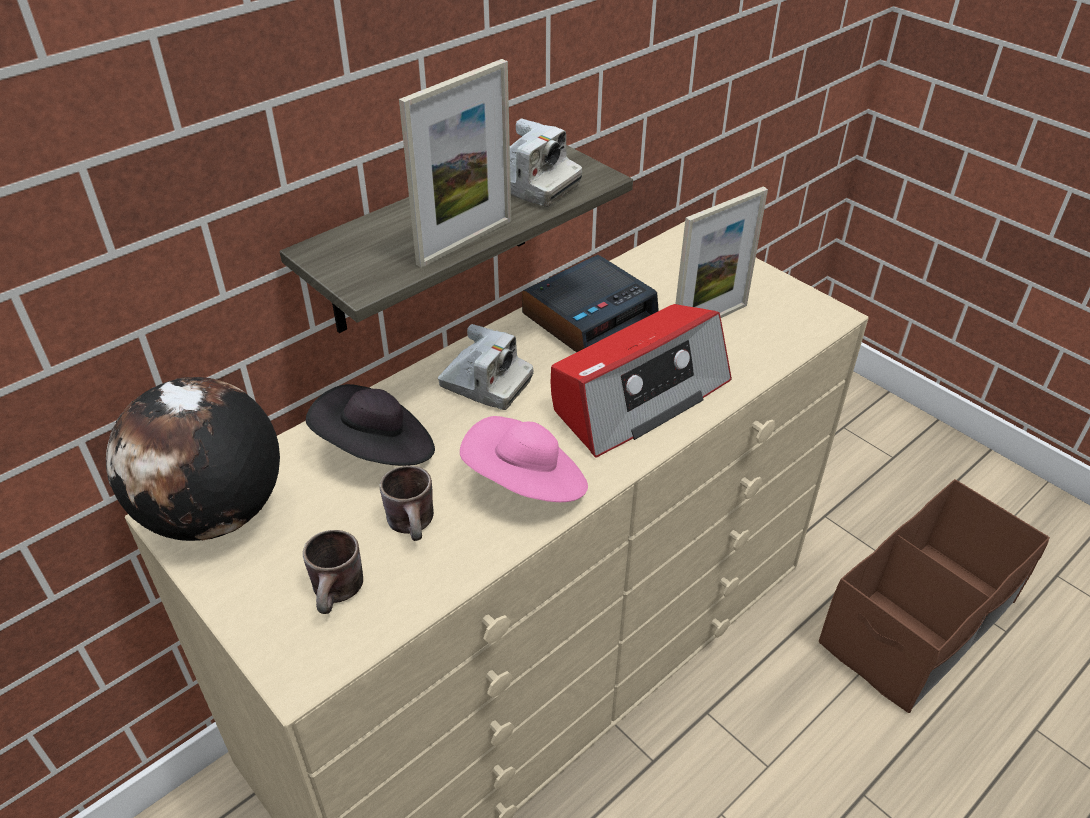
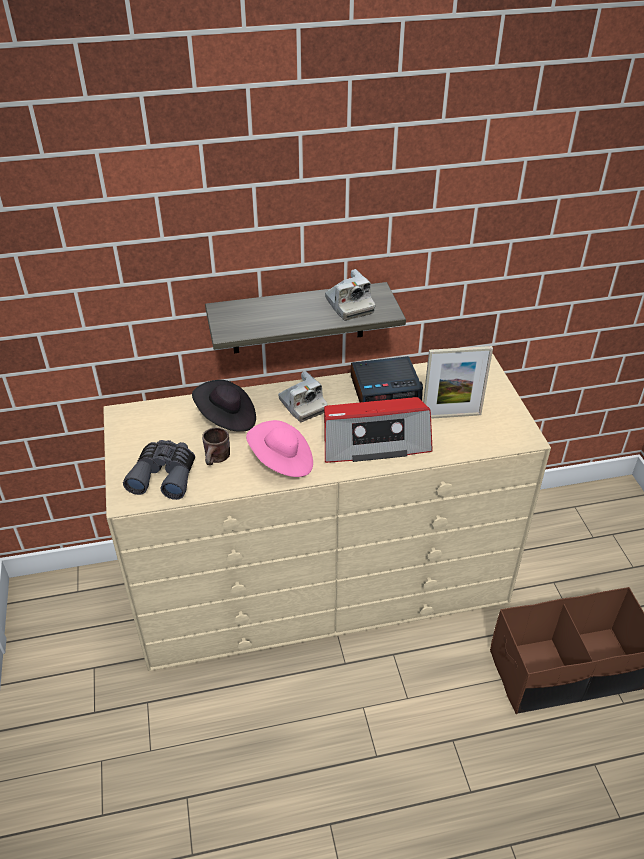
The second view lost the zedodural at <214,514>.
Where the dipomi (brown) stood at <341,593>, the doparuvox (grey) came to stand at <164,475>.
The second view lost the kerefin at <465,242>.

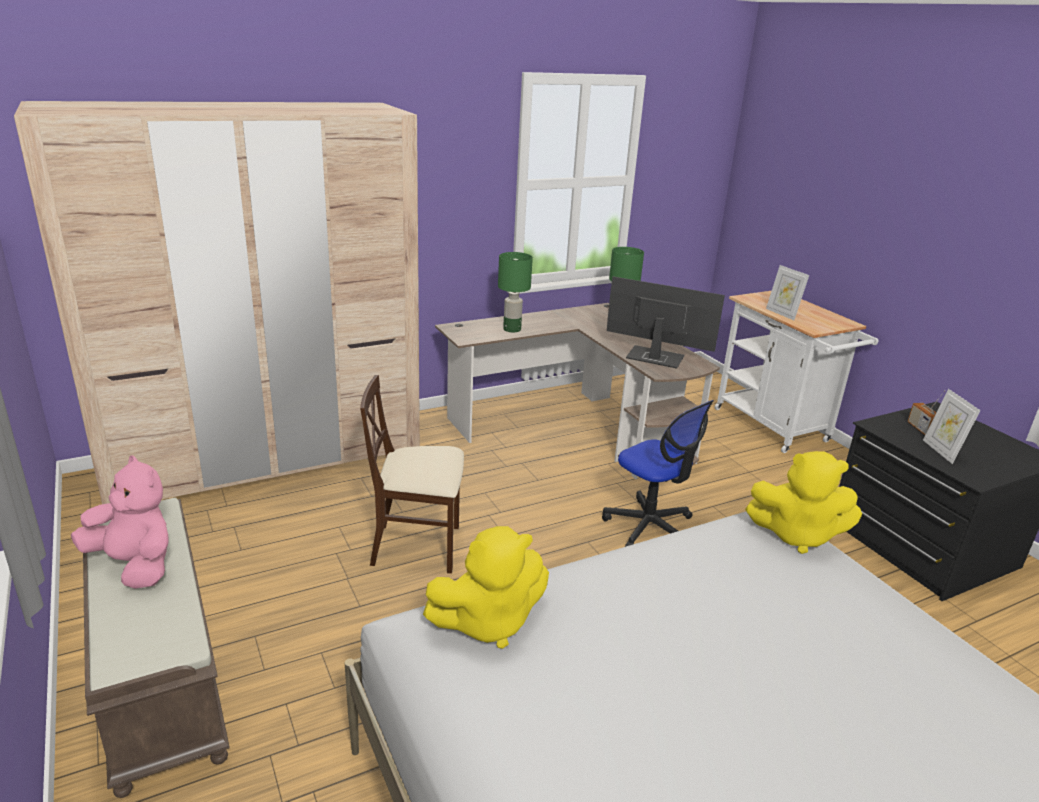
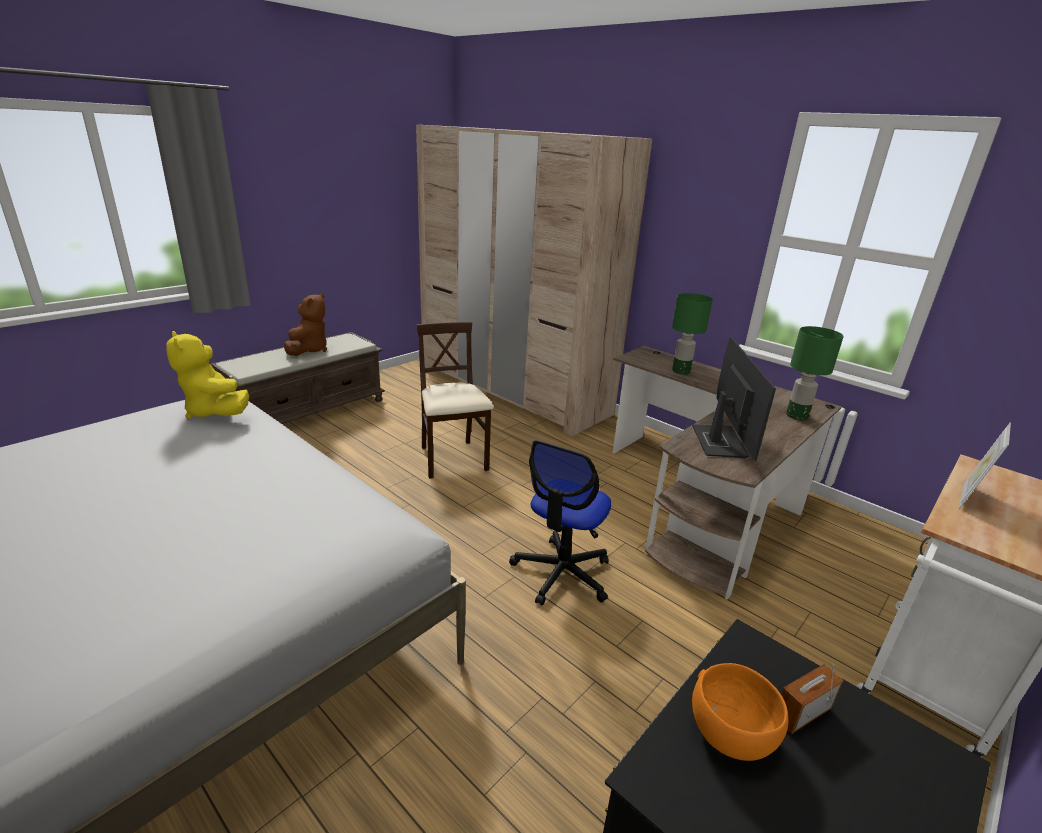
What was the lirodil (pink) at <135,565> turned into the lirodil (brown) at <309,350>.
The second view lost the lirodil (yellow) at <796,535>.
Where the kerefin stood at <941,451>, the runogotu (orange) came to stand at <730,735>.

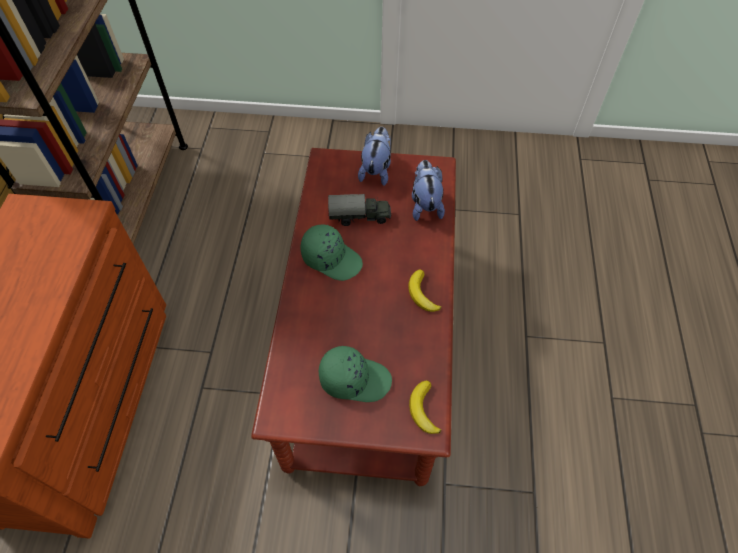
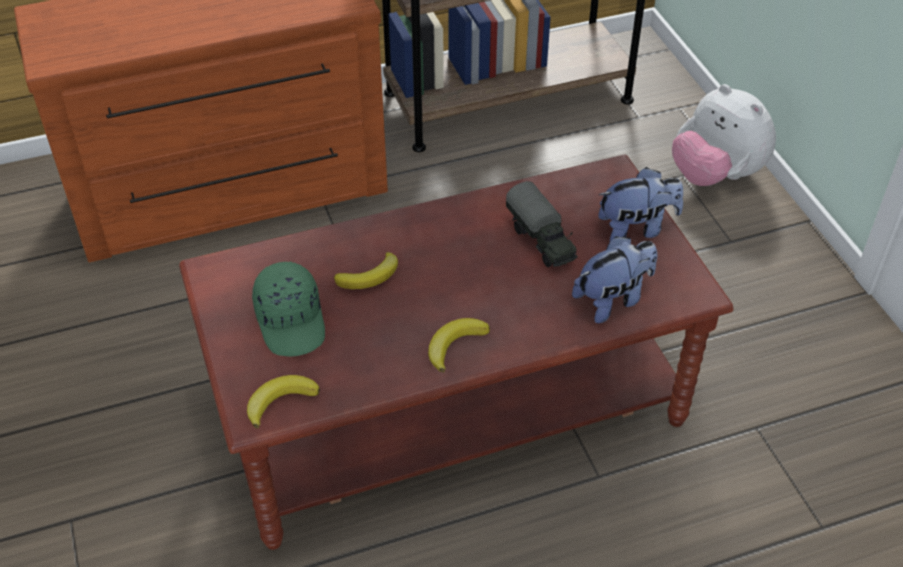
The second view lost the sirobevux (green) at <332,258>.
The second view gained the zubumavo at <370,276>.
The second view gained the lirodil at <715,175>.

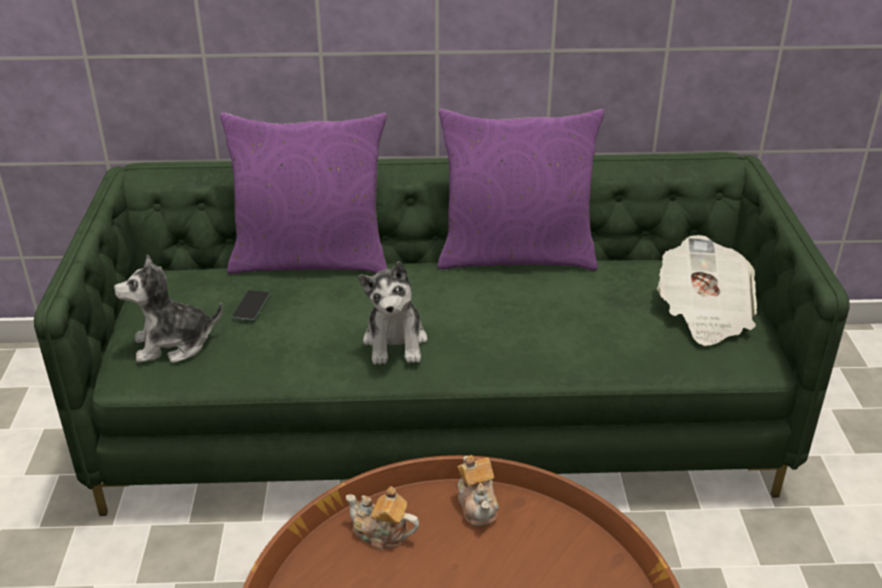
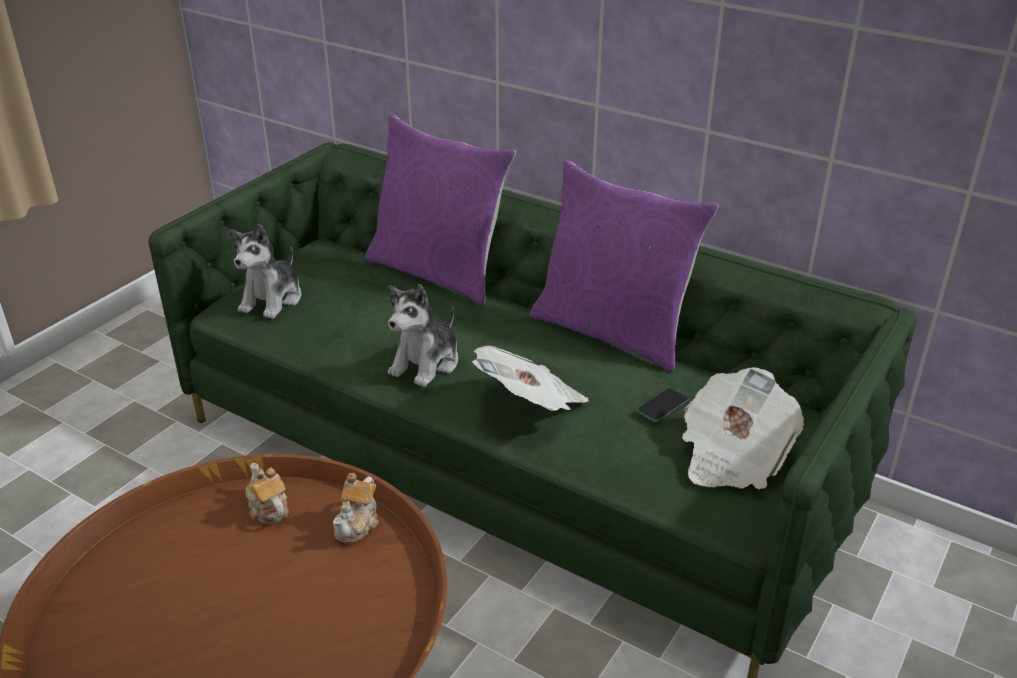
The lirodil at <173,344> ended up facing another way, 90 degrees counterclockwise from before.
The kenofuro ended up elsewhere, having gone from <251,306> to <662,406>.
The second view gained the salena at <530,403>.

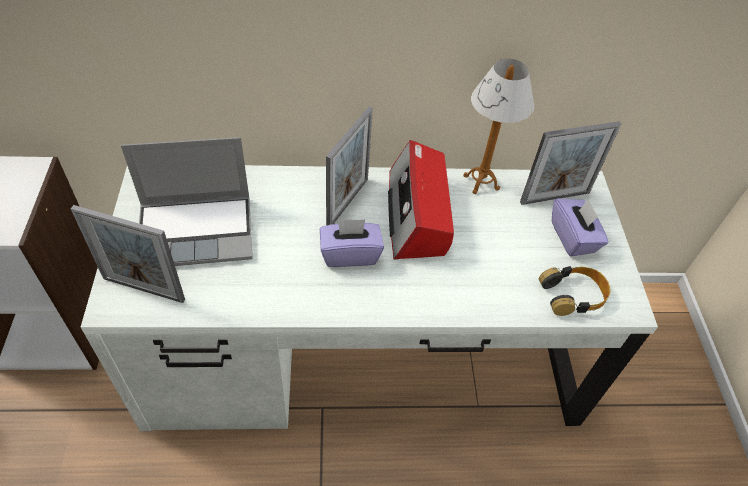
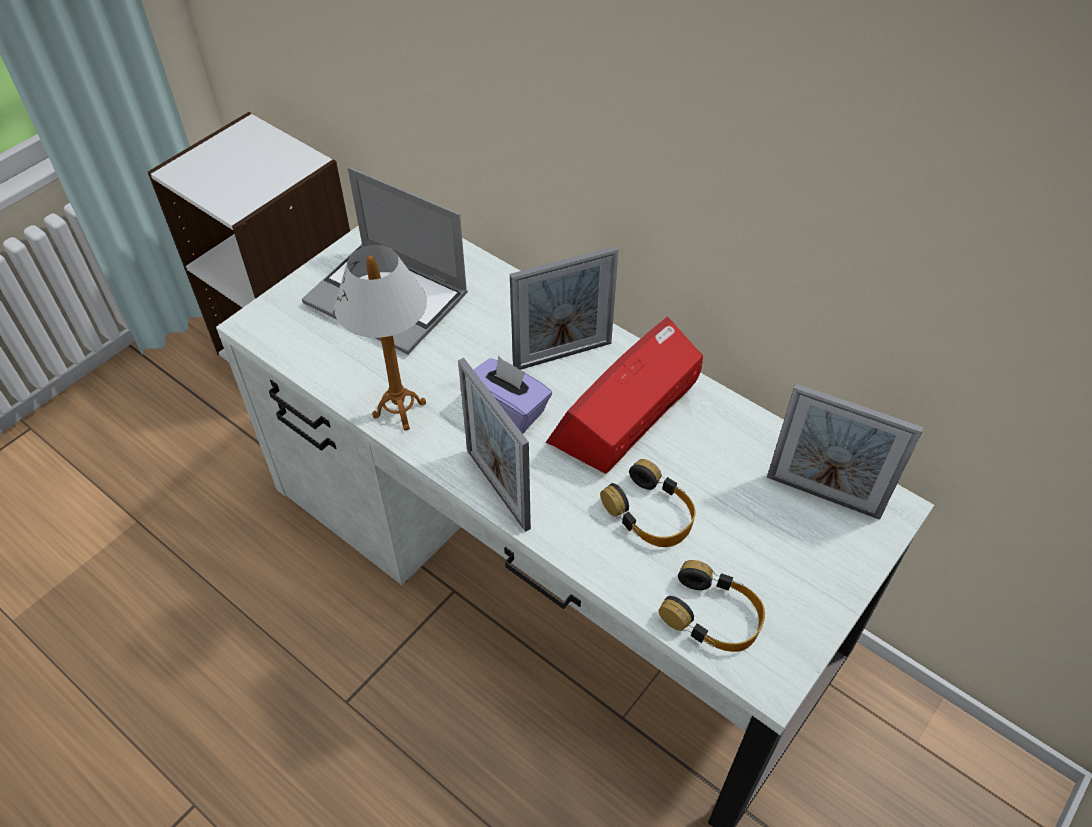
The kerefin ended up elsewhere, having gone from <144,289> to <497,489>.
The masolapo ended up elsewhere, having gone from <481,182> to <400,410>.
The second view lost the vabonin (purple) at <573,237>.
The second view gained the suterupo at <650,513>.

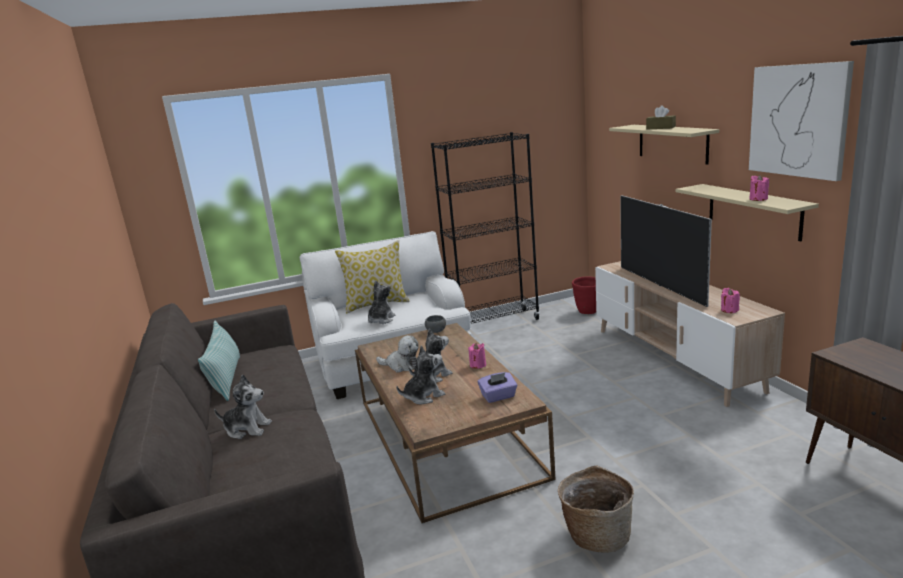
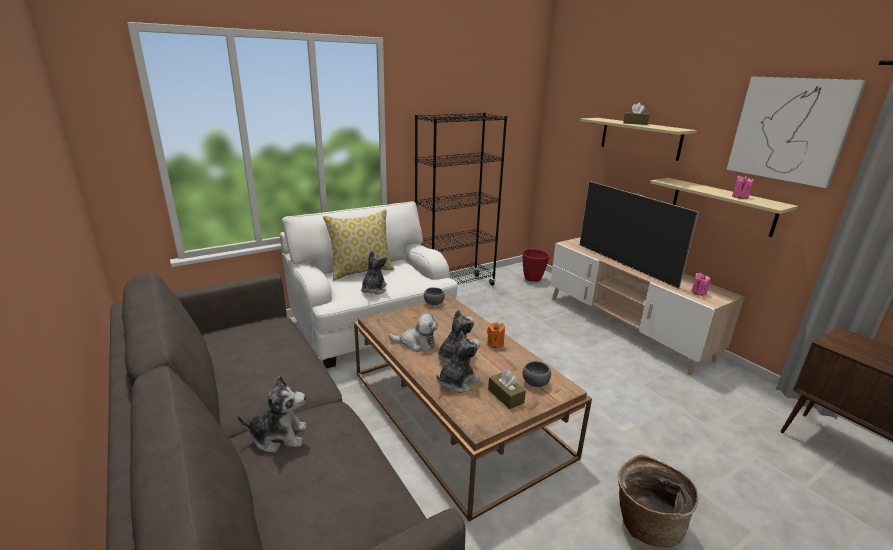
The second view lost the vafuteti at <226,379>.
What was the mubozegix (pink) at <478,365> turned into the mubozegix (orange) at <495,344>.
Where the vabonin (purple) stood at <498,396>, the runogotu (grey) came to stand at <535,382>.
The second view gained the vabonin (brown) at <505,396>.

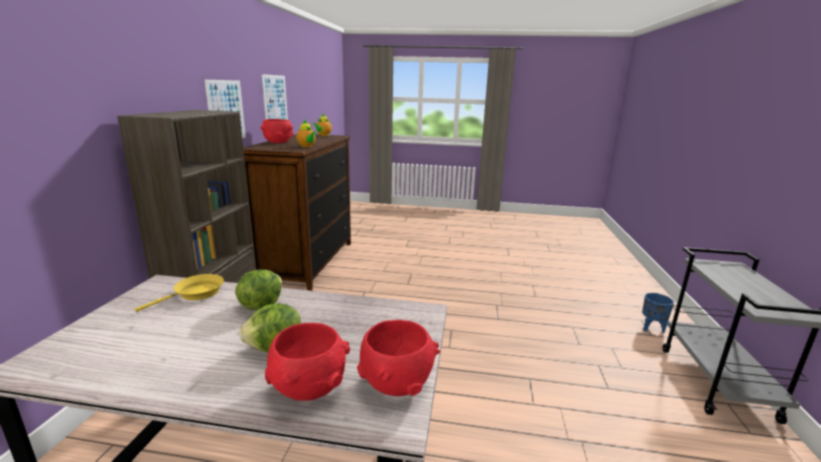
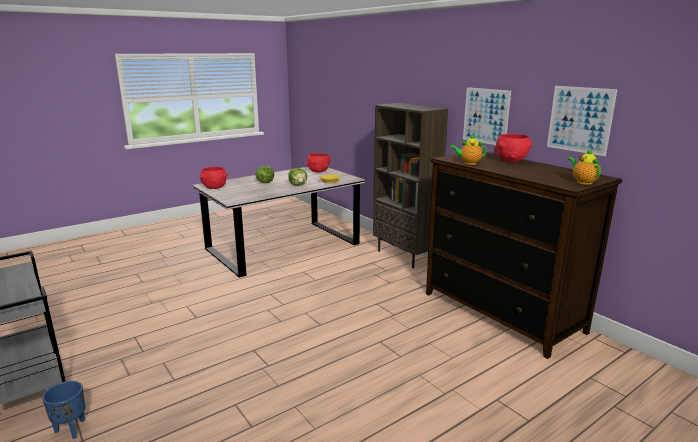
The runogotu (red) ended up elsewhere, having gone from <309,388> to <318,171>.

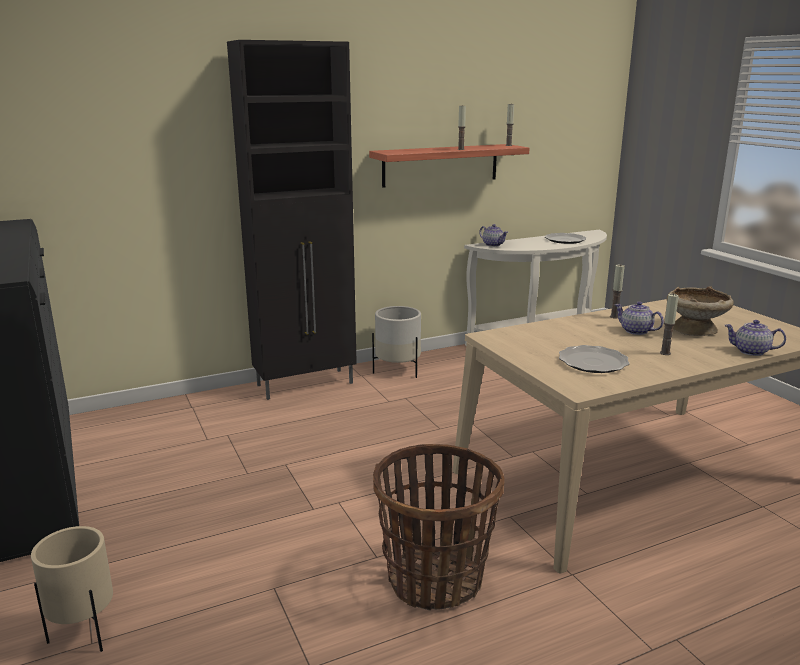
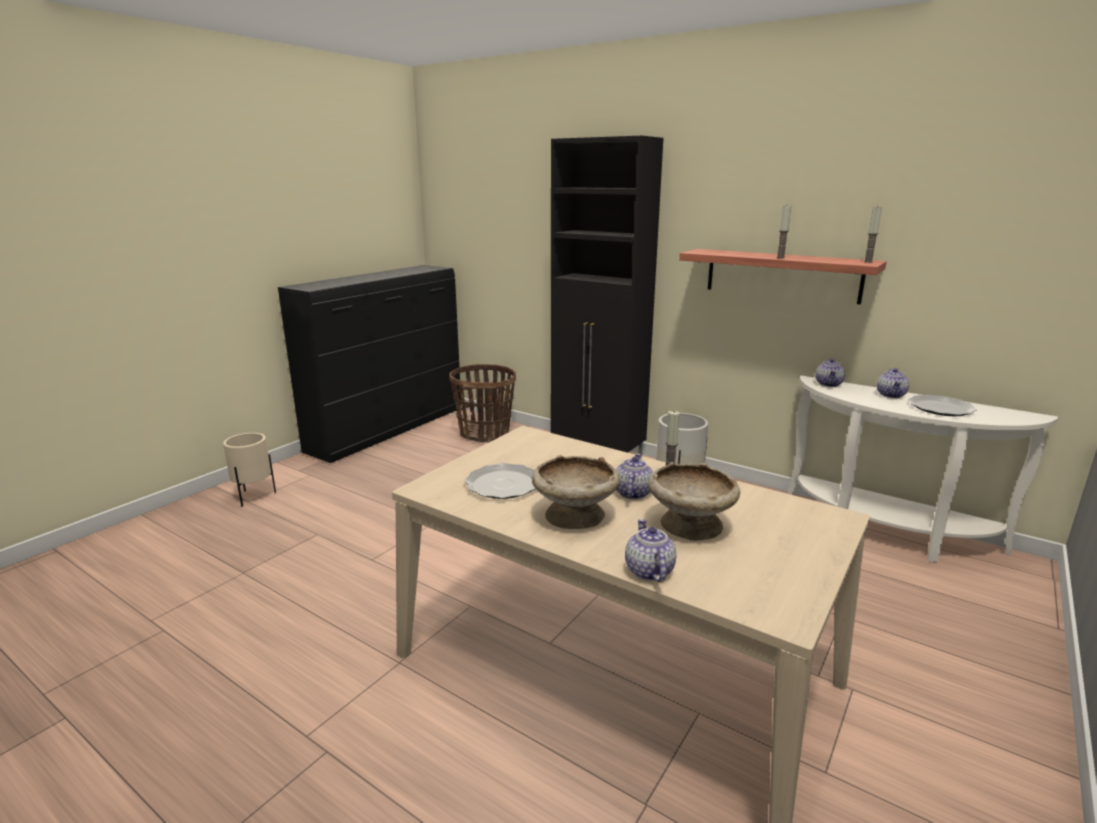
The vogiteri ended up elsewhere, having gone from <435,579> to <485,434>.
Where the mubozegix stood at <665,353>, the runogotu (beige) came to stand at <574,516>.
The second view gained the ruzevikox at <891,395>.

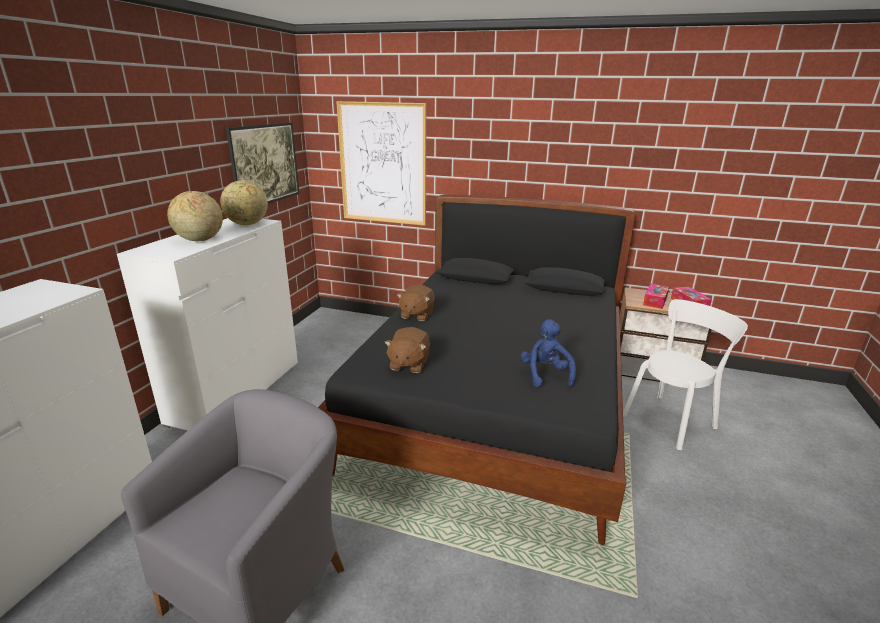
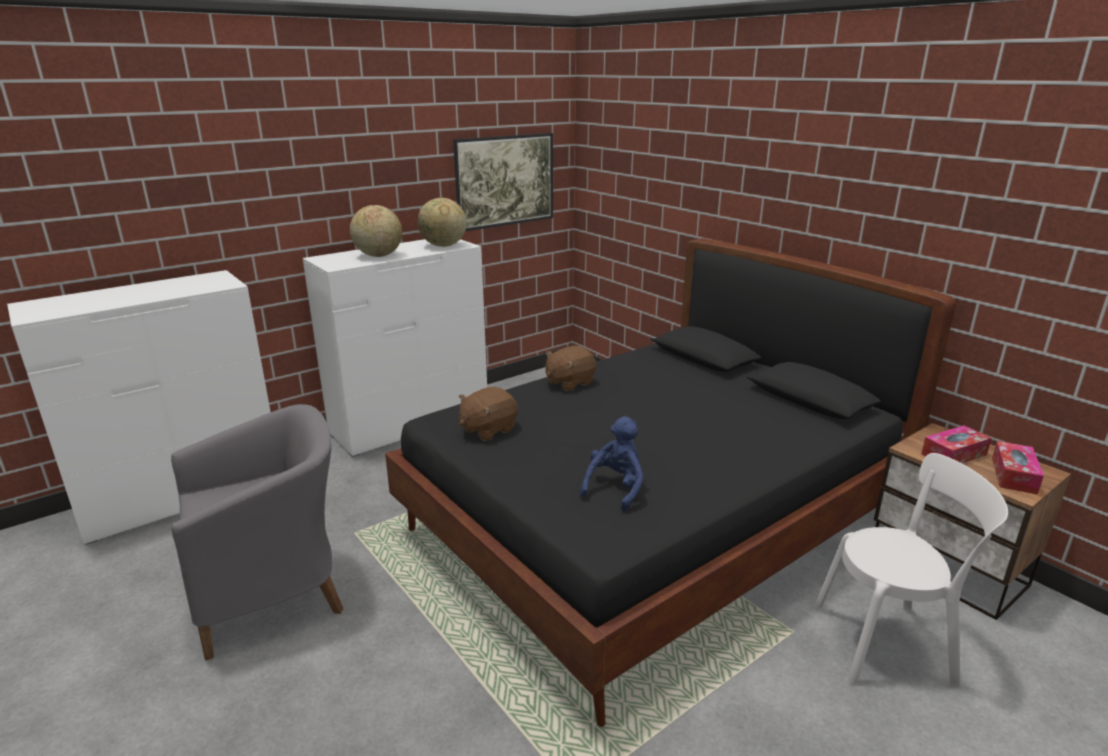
The second view lost the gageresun at <383,164>.

